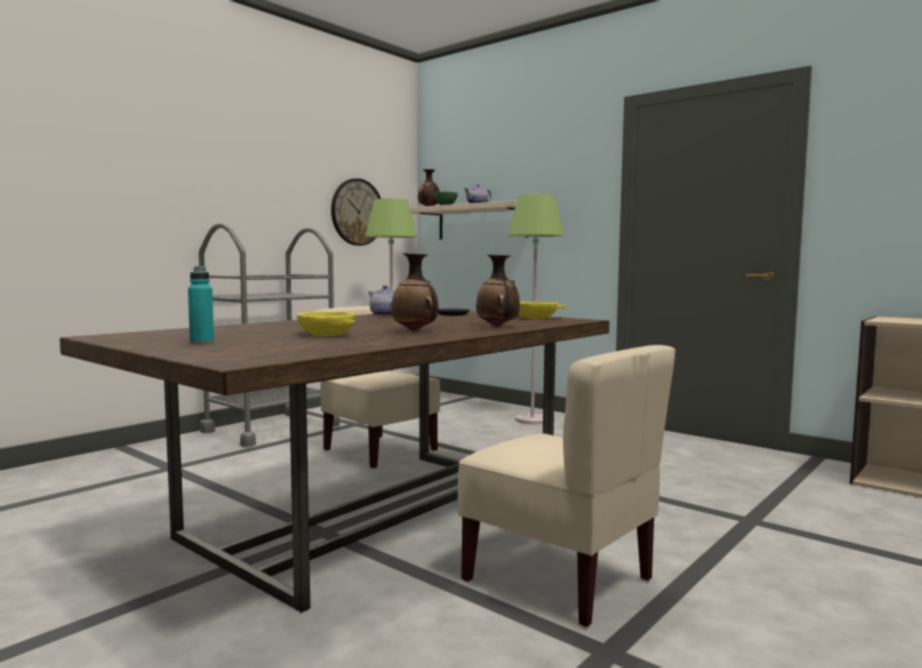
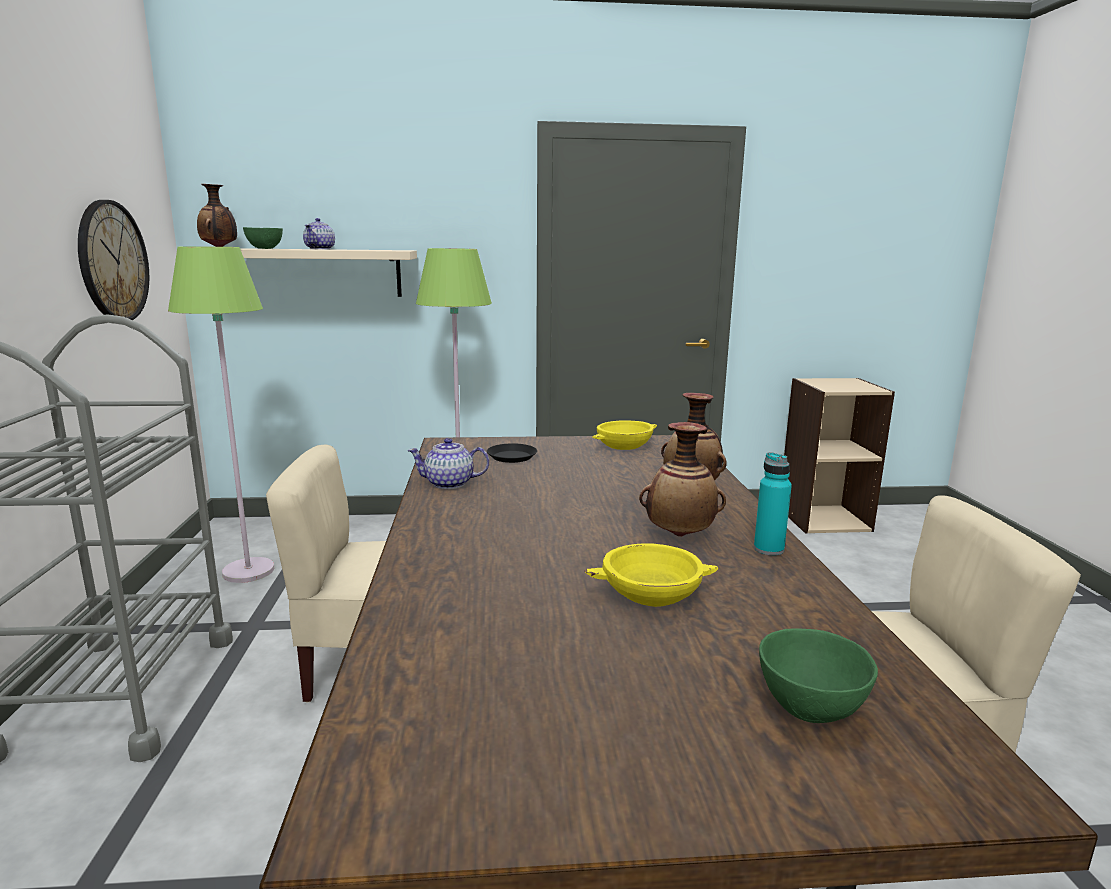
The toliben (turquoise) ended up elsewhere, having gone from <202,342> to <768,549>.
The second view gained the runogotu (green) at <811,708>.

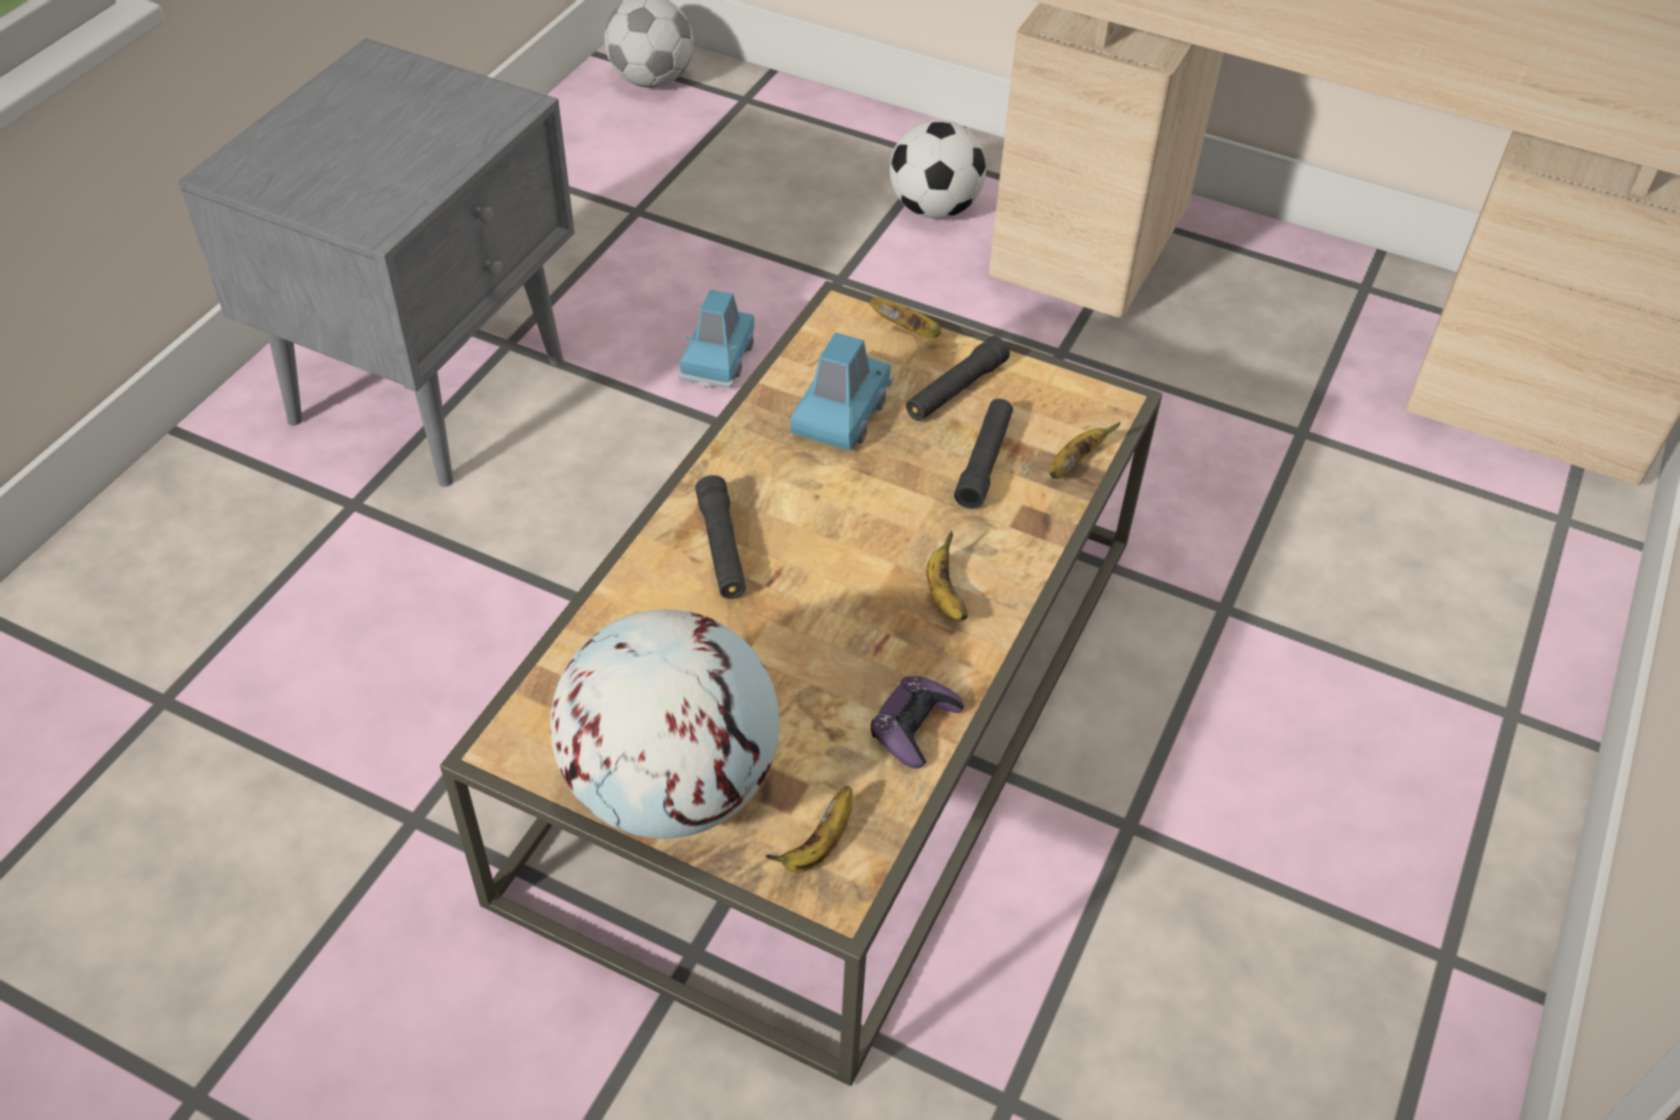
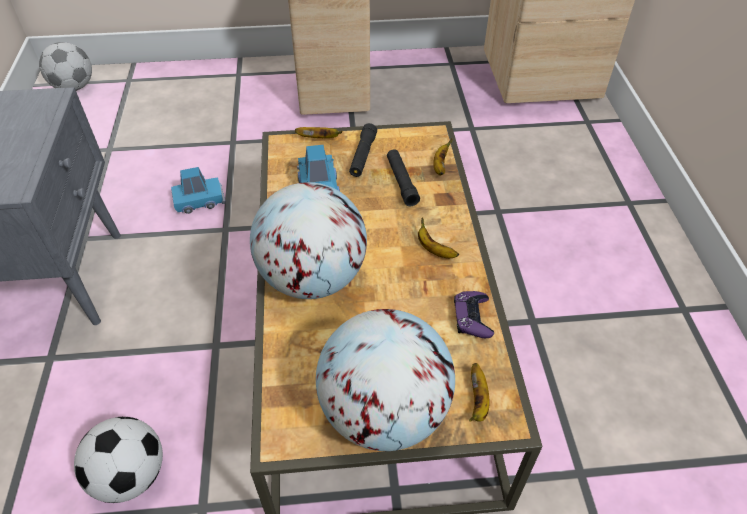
The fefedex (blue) at <718,359> ended up facing another way, 90 degrees counterclockwise from before.
Where the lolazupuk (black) stood at <722,547>, the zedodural came to stand at <312,278>.
The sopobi ended up elsewhere, having gone from <934,208> to <130,475>.

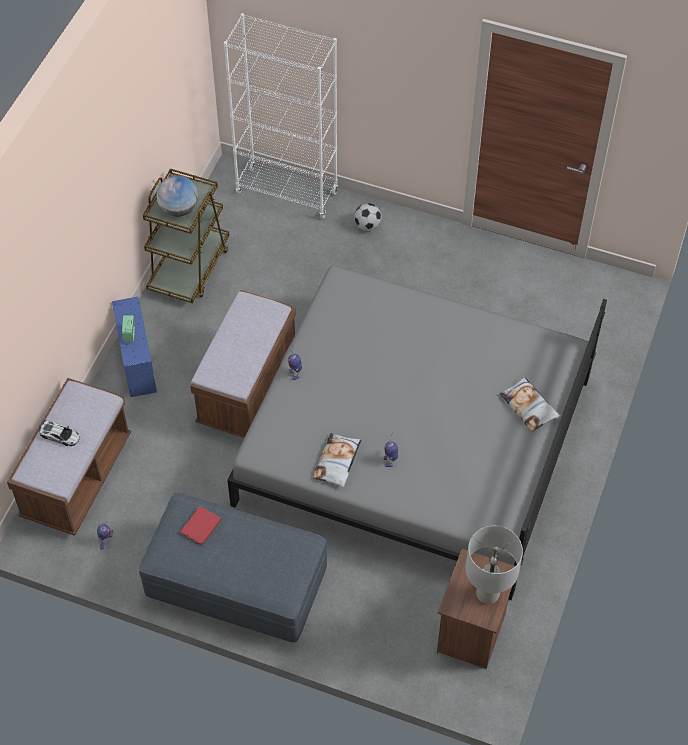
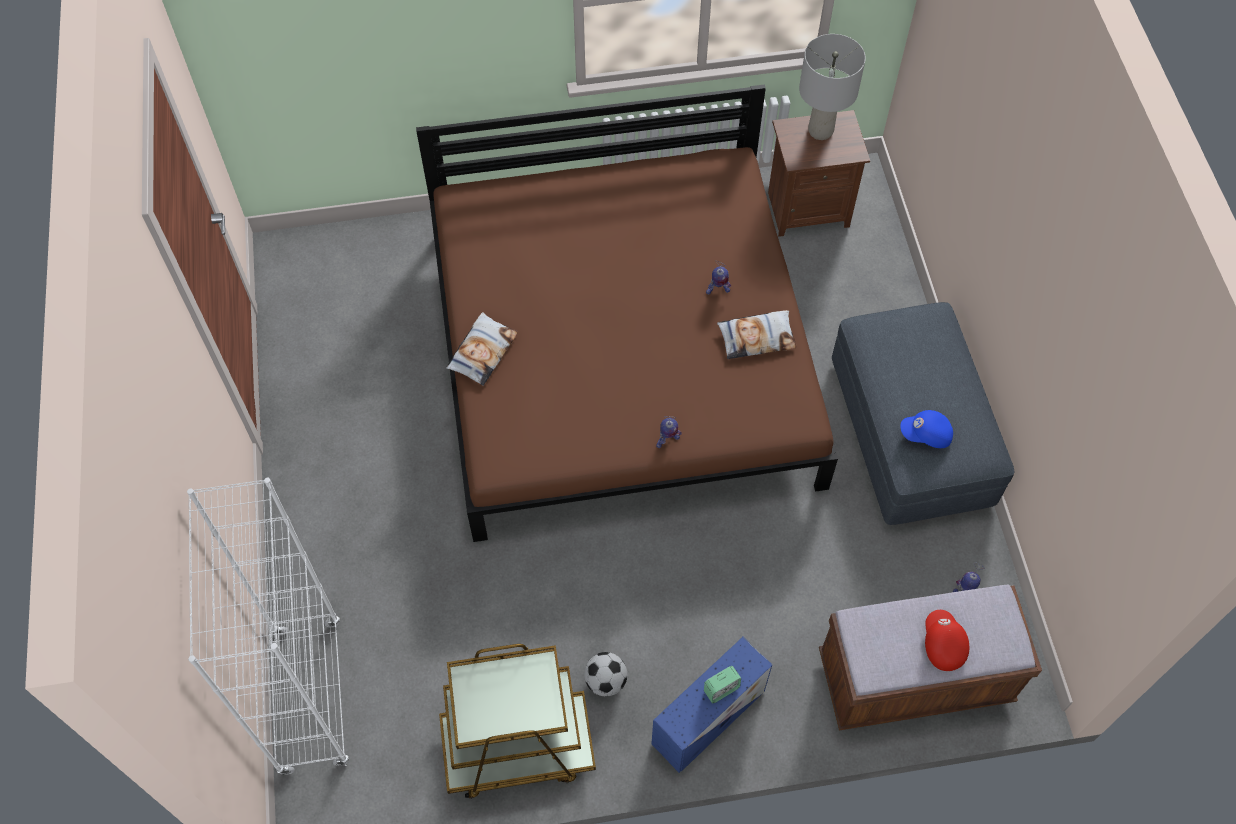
Where the fefedex stood at <60,435>, the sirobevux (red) came to stand at <942,644>.
The second view lost the zedodural at <179,209>.
Where the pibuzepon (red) stood at <199,527>, the sirobevux (blue) came to stand at <926,435>.
The second view lost the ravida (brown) at <248,387>.
What was the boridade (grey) at <415,441> turned into the boridade (brown) at <622,354>.
The sopobi ended up elsewhere, having gone from <367,225> to <605,681>.
The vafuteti ended up elsewhere, having gone from <529,407> to <482,352>.

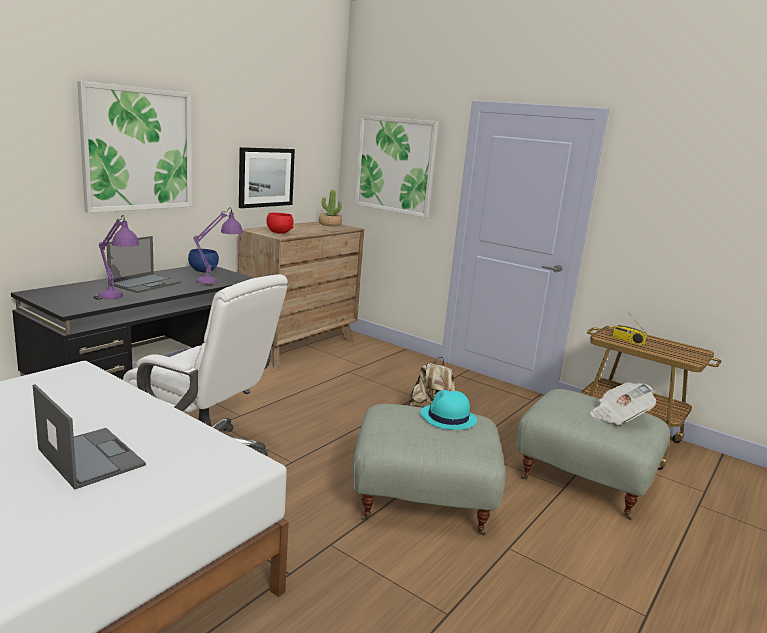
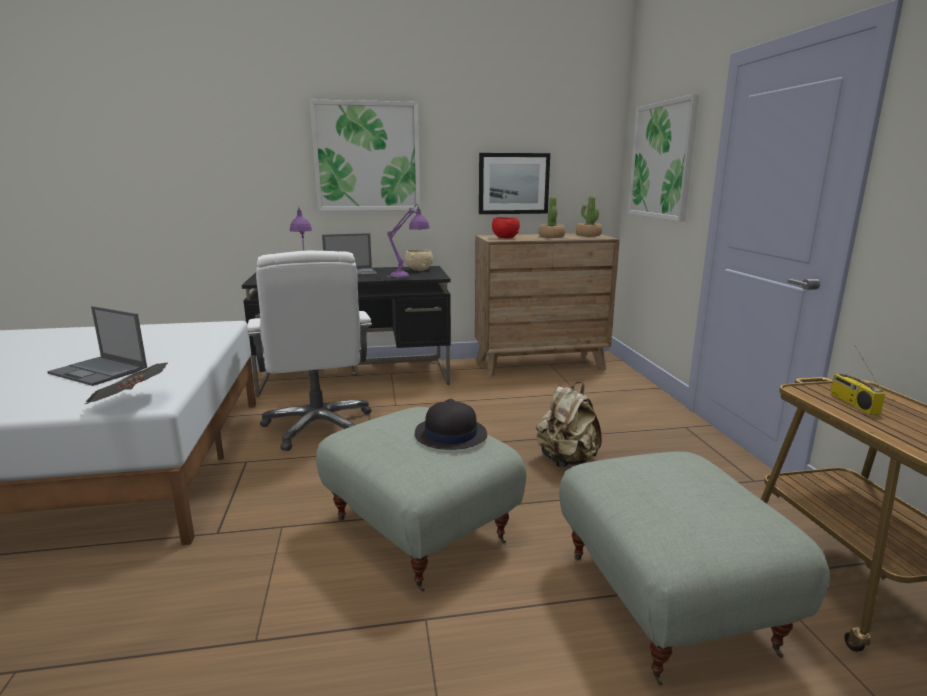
The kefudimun at <90,457> ended up facing another way, 120 degrees clockwise from before.
What was the runogotu (blue) at <203,271> turned into the runogotu (beige) at <419,270>.
What was the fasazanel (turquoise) at <447,418> turned into the fasazanel (black) at <450,435>.
The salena ended up elsewhere, having gone from <618,417> to <130,403>.
The second view gained the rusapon at <551,236>.

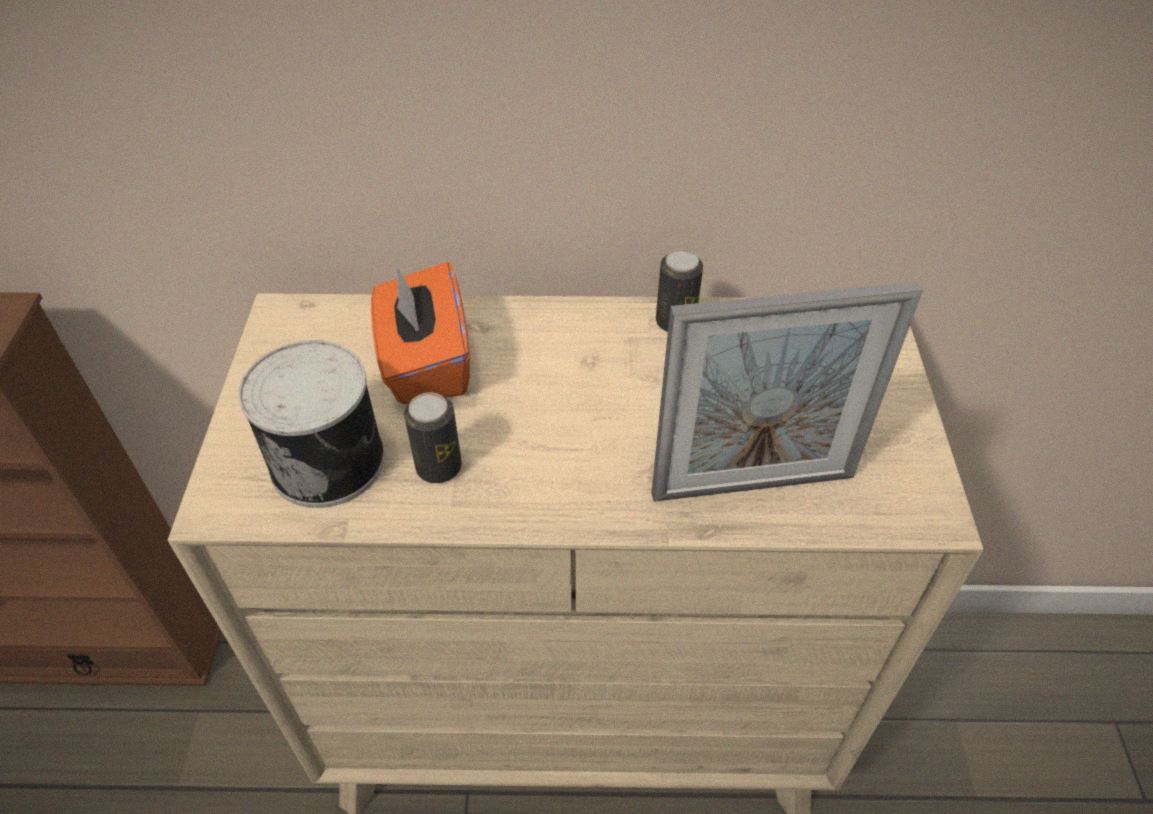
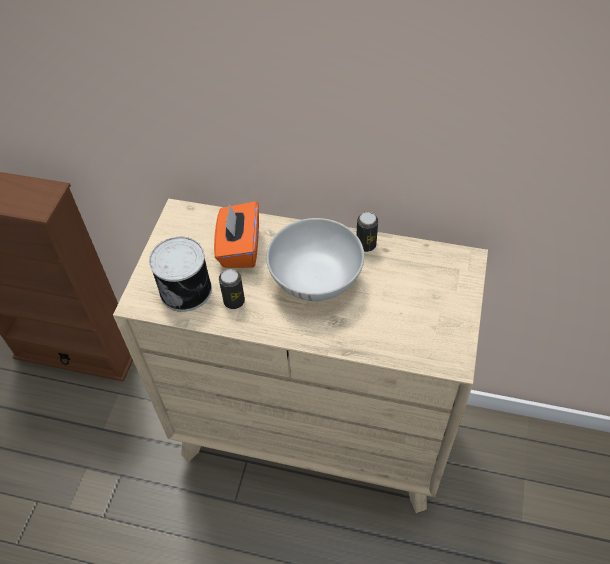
The second view lost the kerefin at <753,485>.
The second view gained the runogotu (white) at <316,280>.

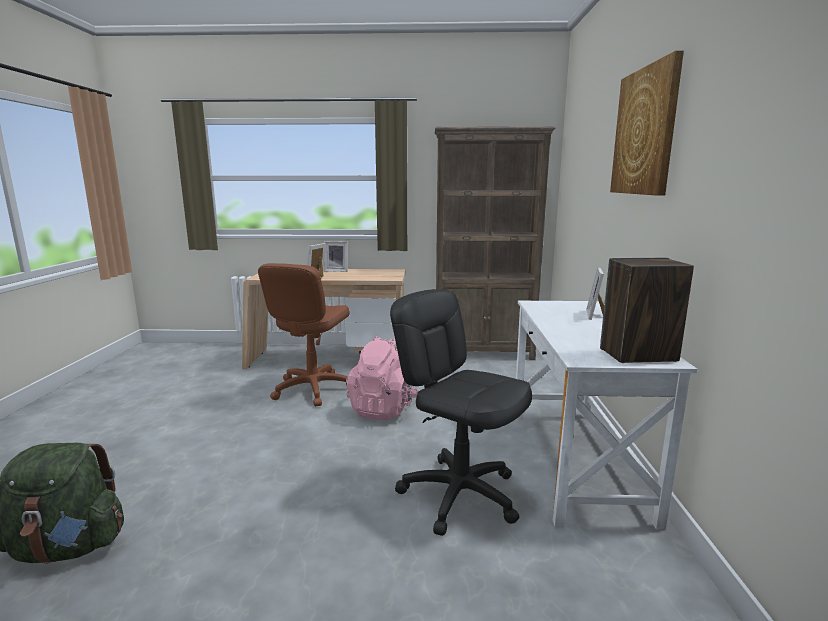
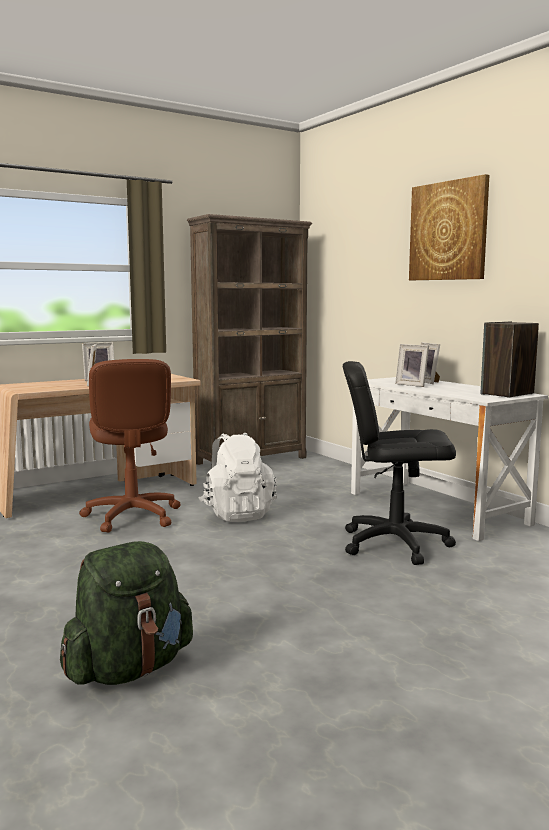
What was the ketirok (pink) at <384,409> turned into the ketirok (white) at <237,514>.
The second view gained the kerefin at <413,385>.

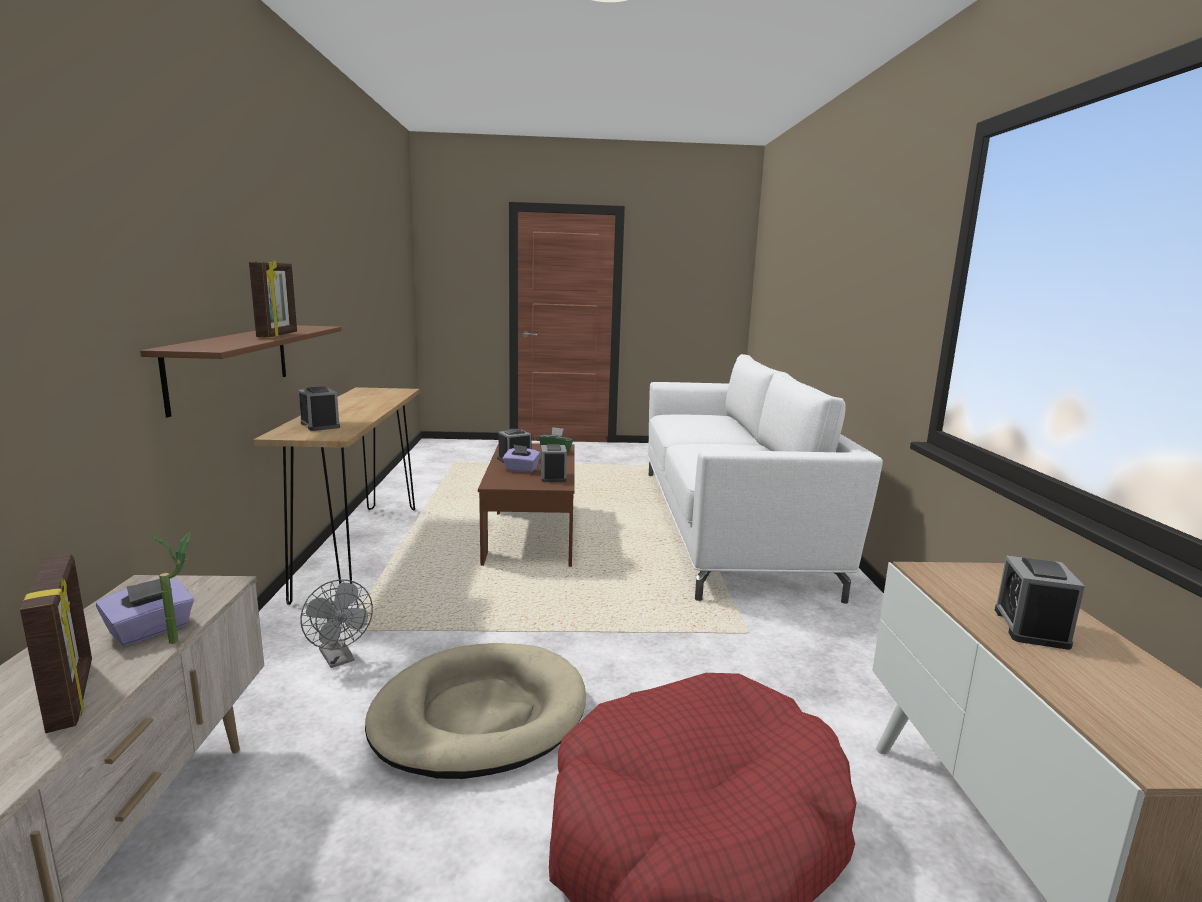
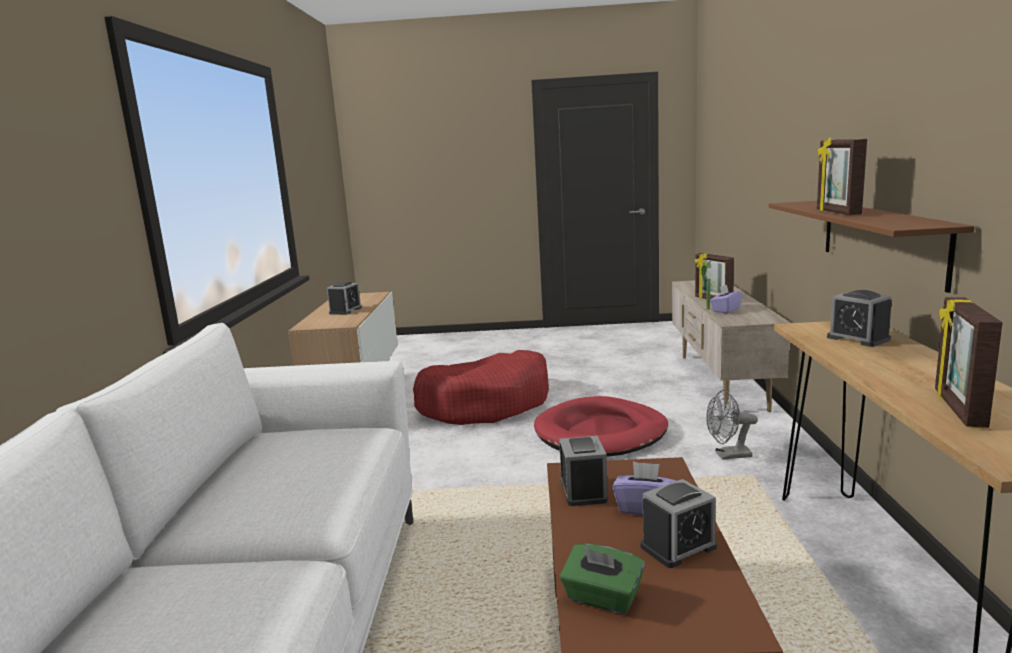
The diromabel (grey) at <339,659> ended up facing another way, 60 degrees counterclockwise from before.
What was the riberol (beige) at <479,715> turned into the riberol (red) at <601,433>.
The second view gained the kerefin at <957,409>.

